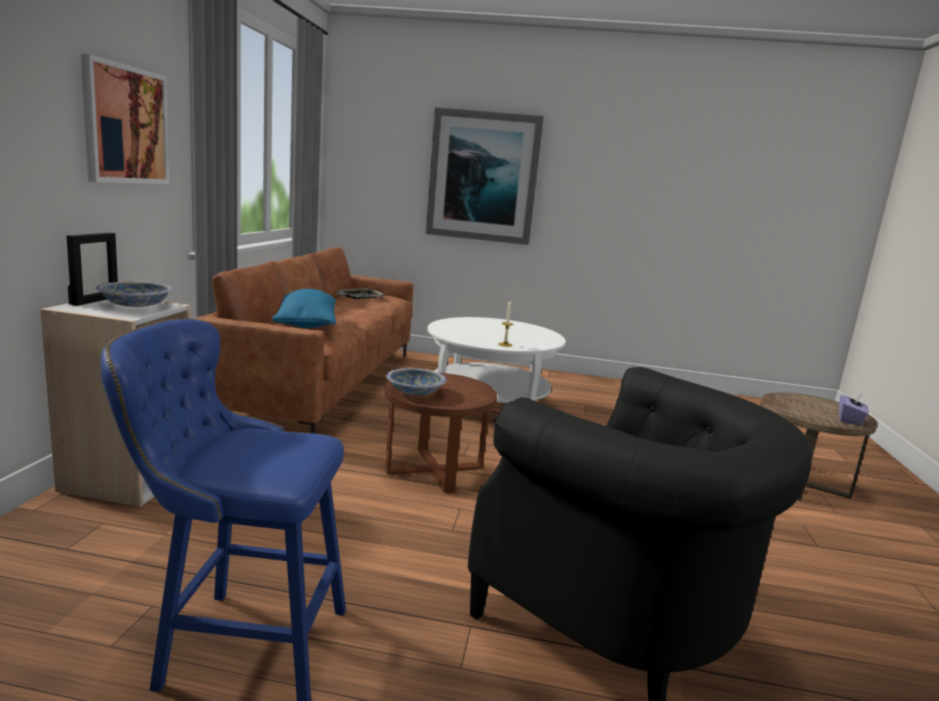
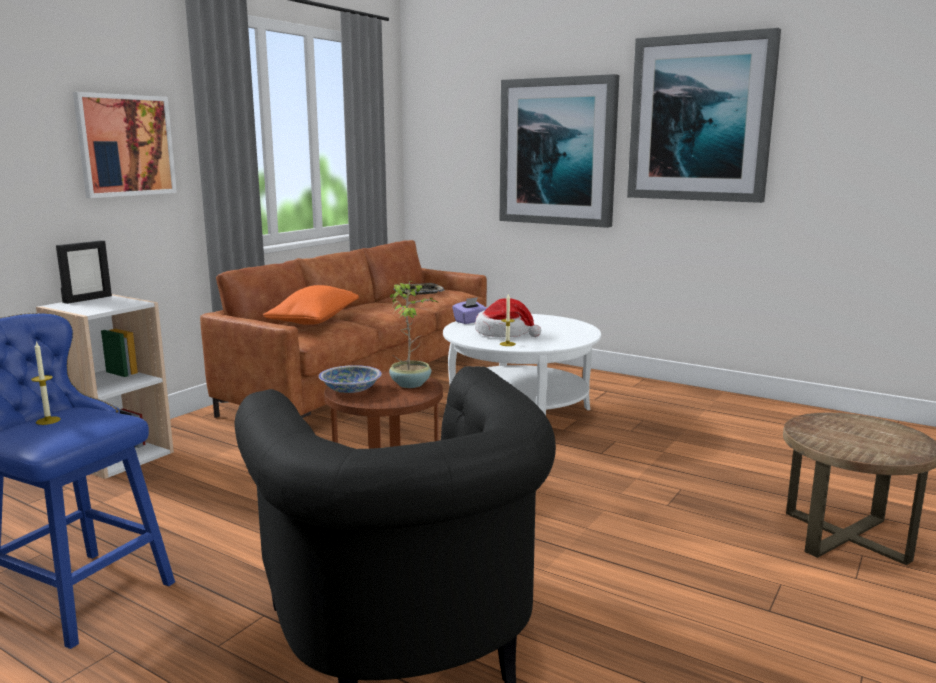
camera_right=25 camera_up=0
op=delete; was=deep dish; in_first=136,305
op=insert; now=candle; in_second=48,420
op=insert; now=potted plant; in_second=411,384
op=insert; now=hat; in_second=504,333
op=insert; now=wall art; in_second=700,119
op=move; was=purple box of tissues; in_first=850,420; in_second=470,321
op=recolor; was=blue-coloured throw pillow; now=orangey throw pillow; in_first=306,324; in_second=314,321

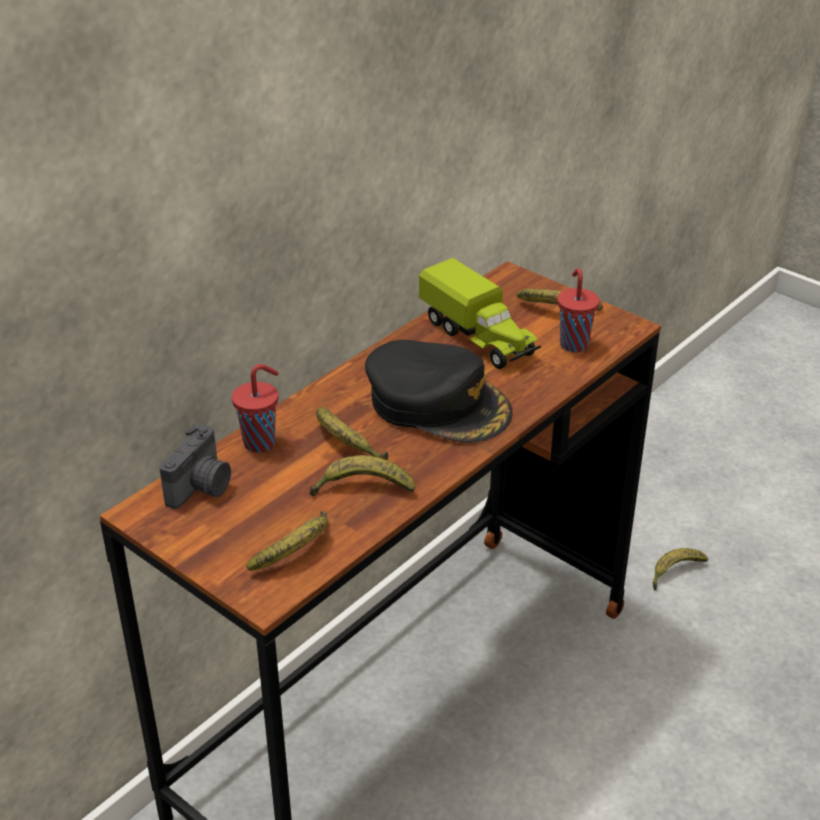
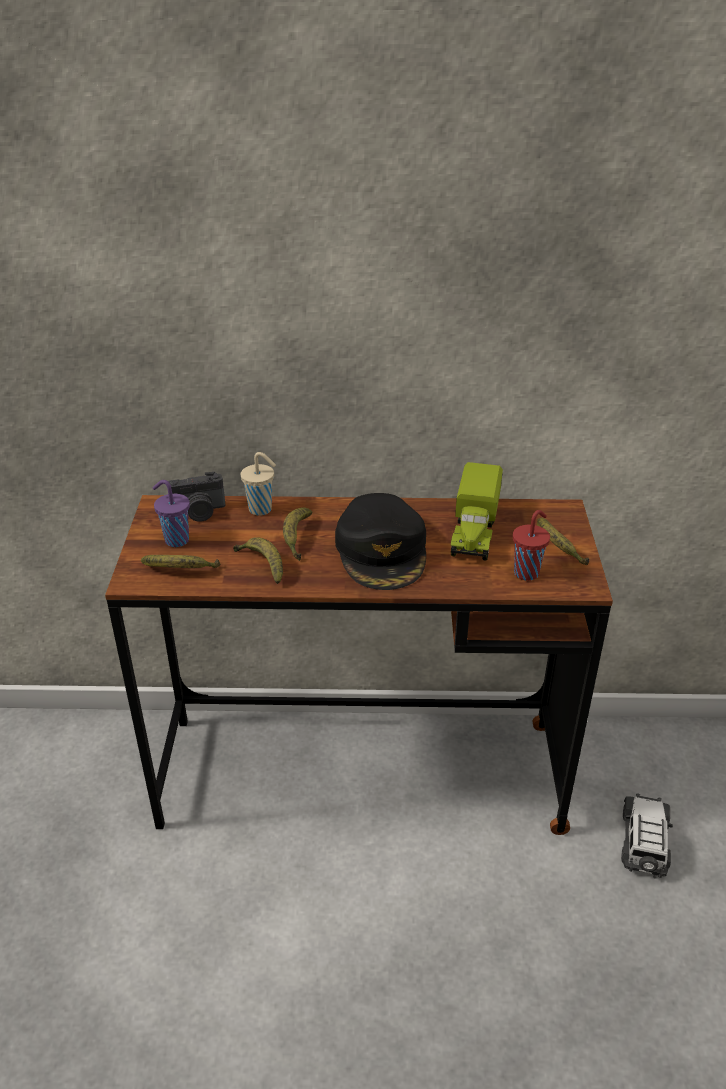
camera_right=50 camera_up=0
op=insert; now=purple cup; in_second=175,540
op=replace; was=whole banana; now=model car; in_first=674,572; in_second=643,843
op=recolor; was=red cup; now=sand-coloured cup; in_first=261,442; in_second=261,509

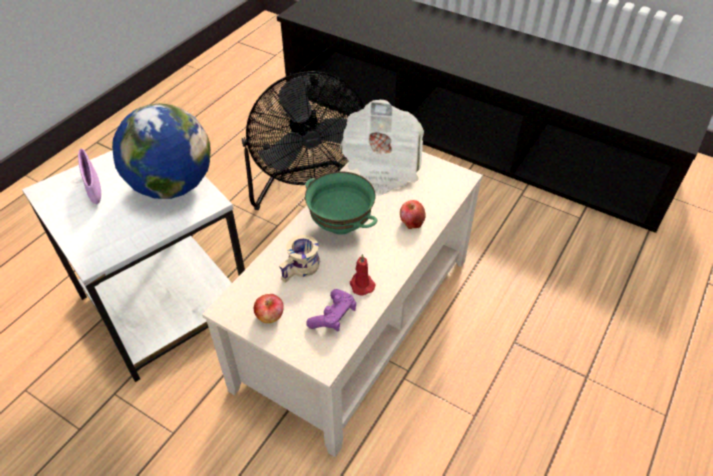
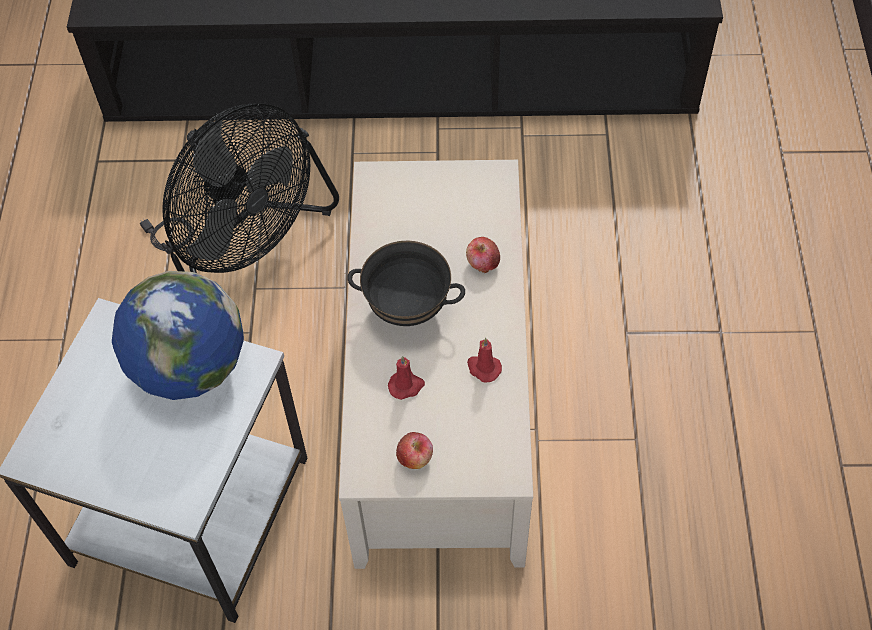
camera_right=-30 camera_up=10
op=delete; was=purple deep dish; in_first=94,189
op=delete; was=purple gamepad; in_first=333,316
op=delete; was=newspaper; in_first=381,167
op=replace; was=sand-coloured coffee mug; now=red candle; in_first=302,269; in_second=406,386
op=recolor; was=green-coloured deep dish; now=blackish deep dish; in_first=340,225; in_second=407,309

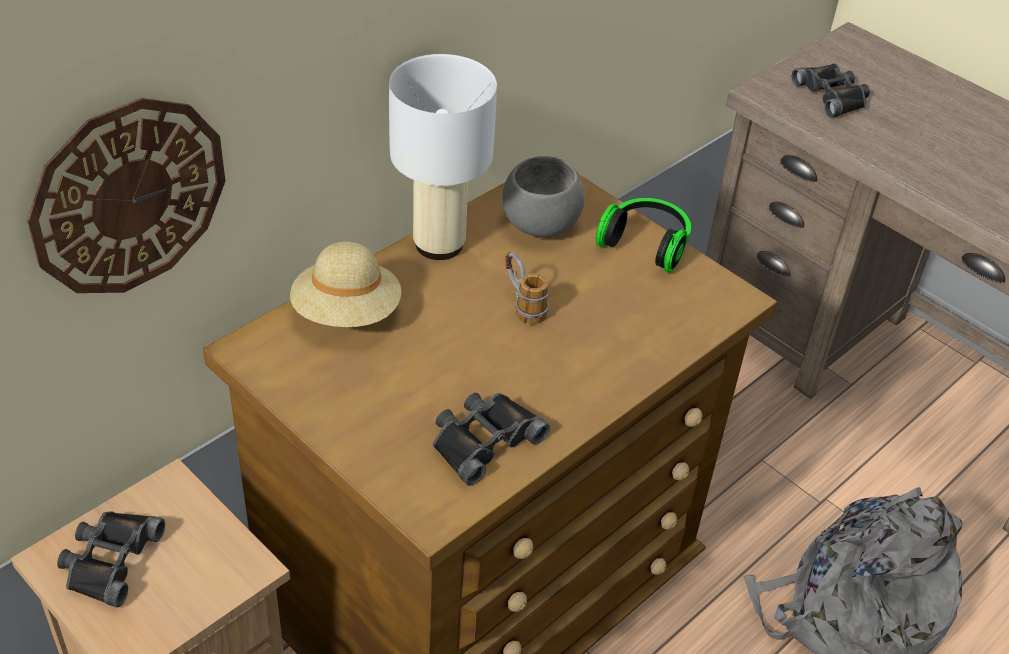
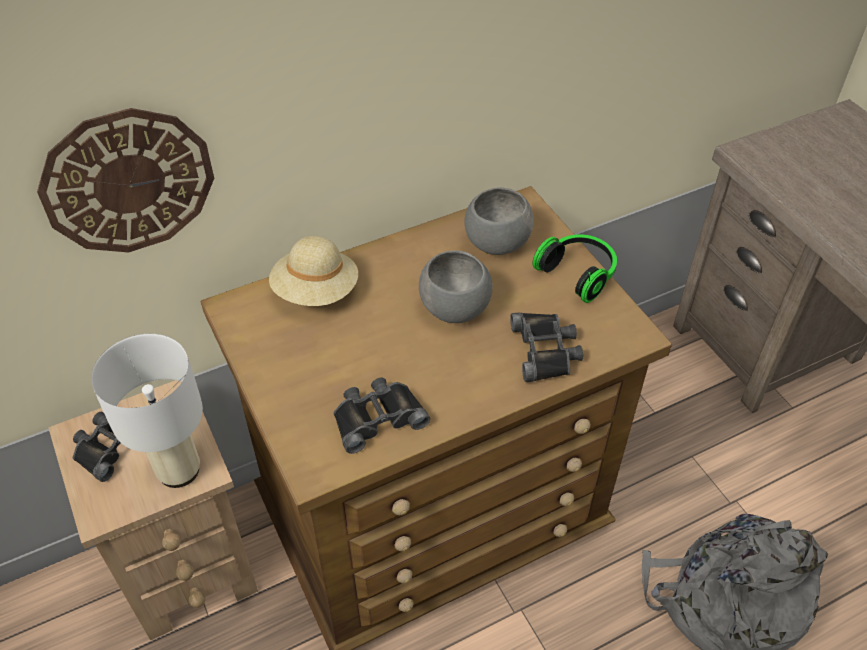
camera_right=20 camera_up=5
op=move; was=white-coloured tabletop lamp; in_first=437,244; in_second=177,470
op=move; was=blackish pair of binoculars; in_first=832,95; in_second=545,350
op=replace; was=coffee mug; now=gray deep dish; in_first=522,305; in_second=454,309

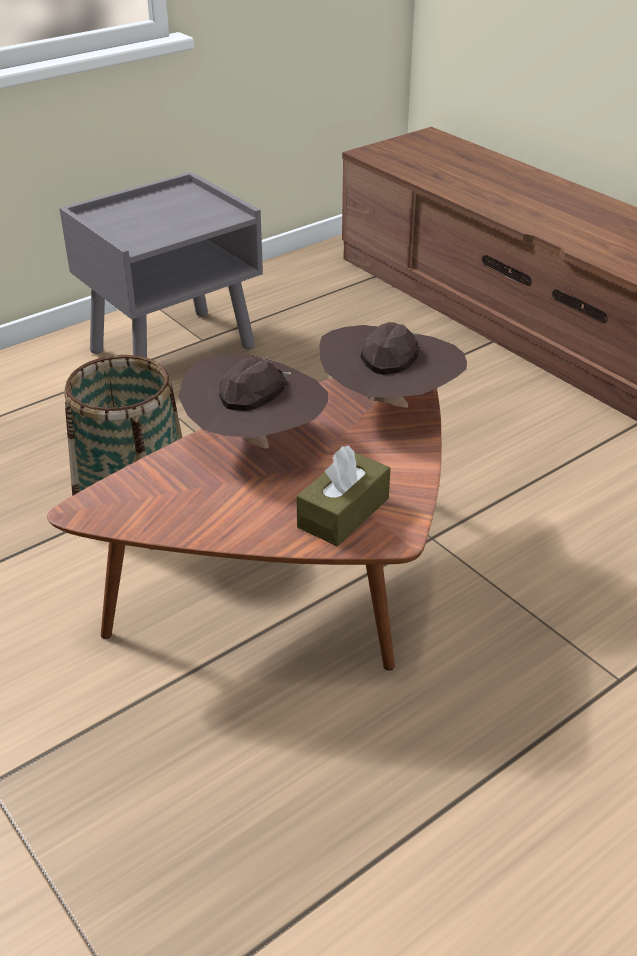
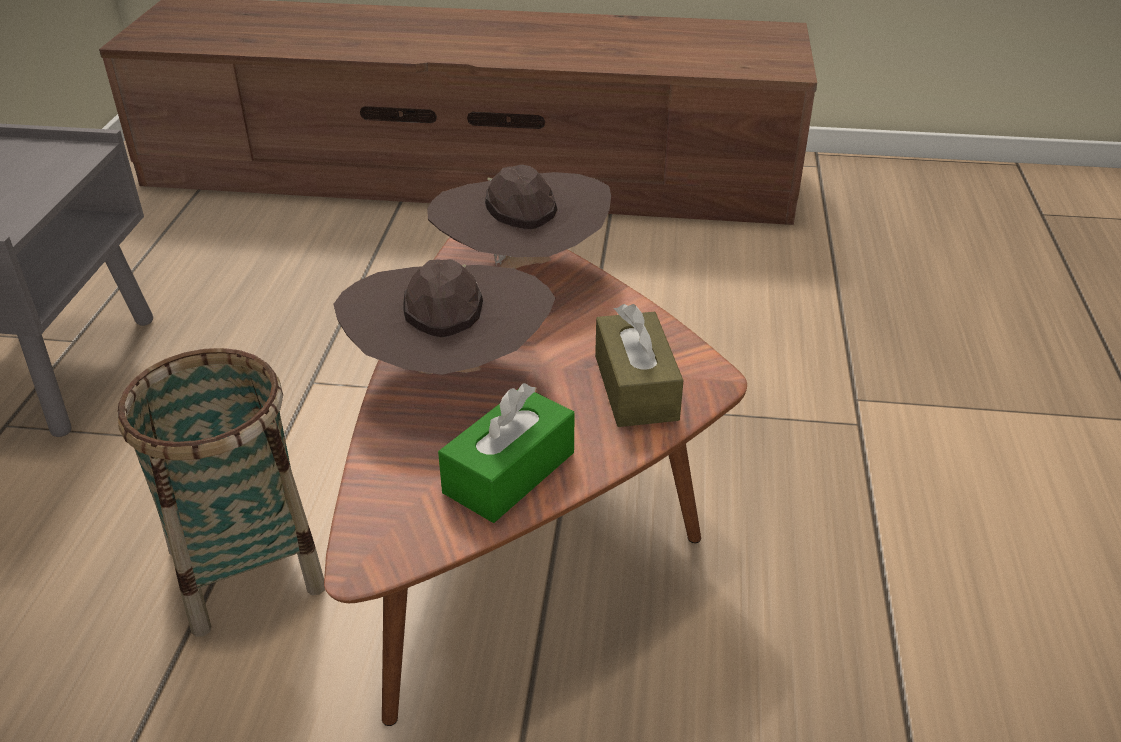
camera_right=-45 camera_up=0
op=insert; now=green-coloured box of tissues; in_second=509,472

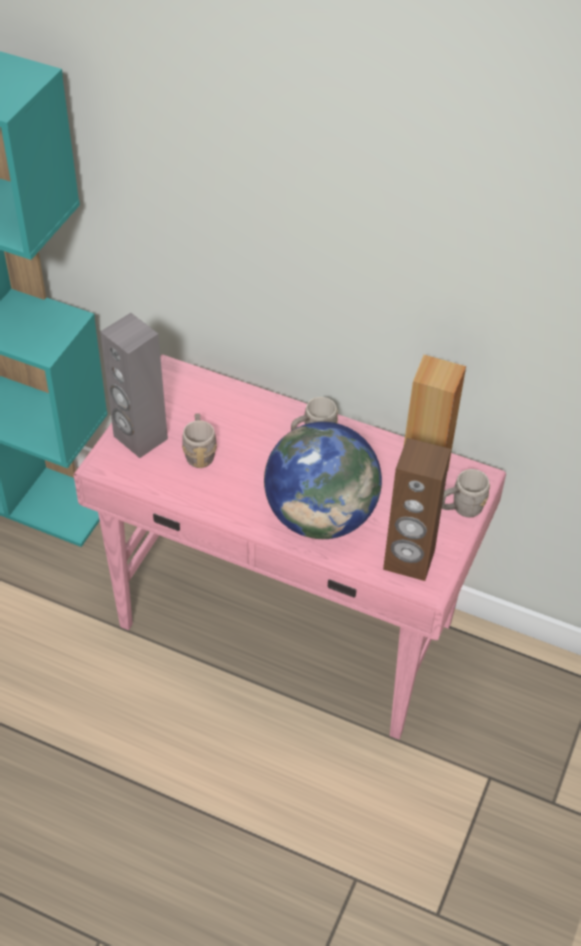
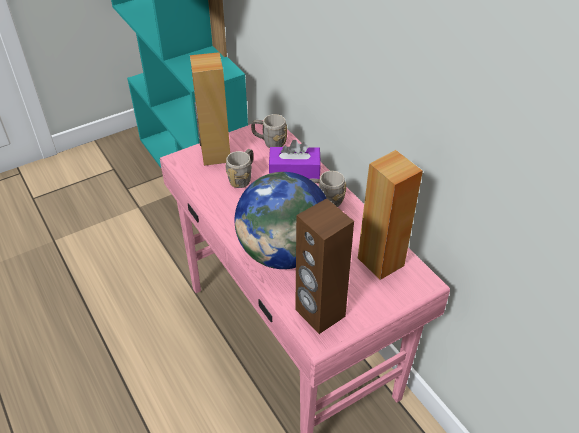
camera_right=35 camera_up=-5
op=insert; now=purple box of tissues; in_second=294,172
op=move; was=gray coffee mug; in_first=461,508; in_second=269,142
op=recolor; was=gray speaker; now=brownish speaker; in_first=140,438; in_second=215,154

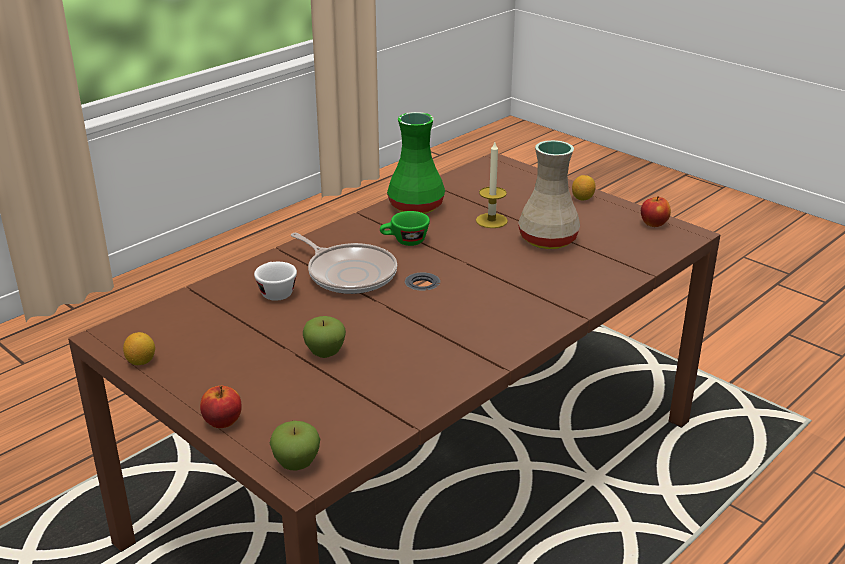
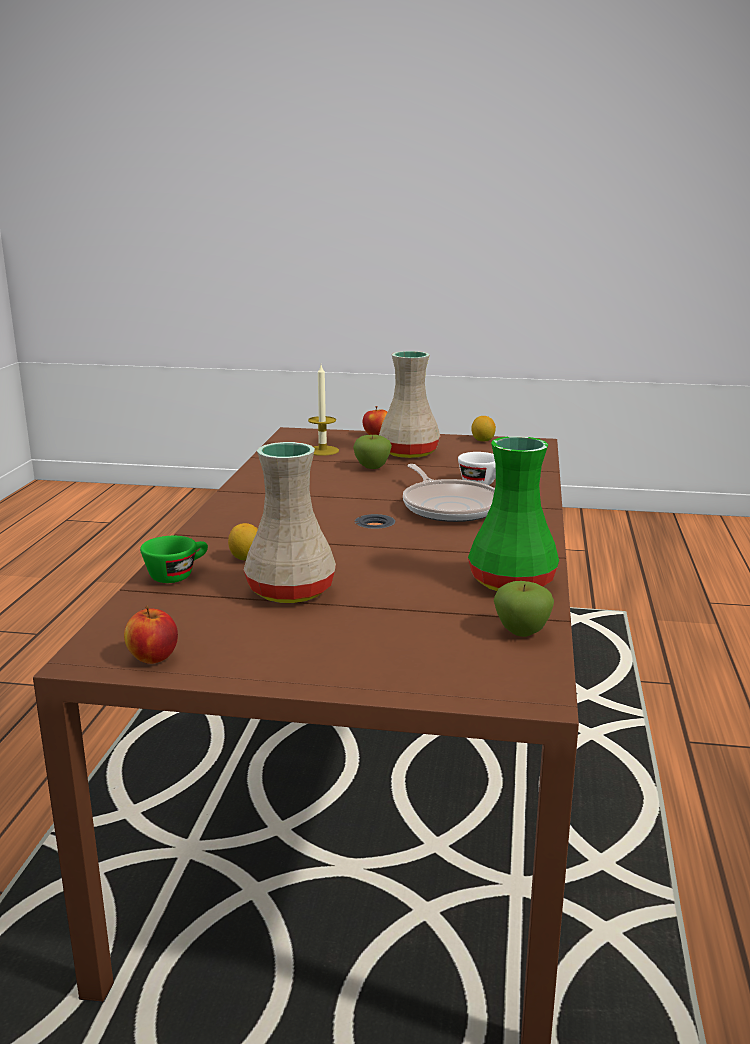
camera_right=145 camera_up=-10
op=insert; now=sand-coloured decorative vase; in_second=408,453
op=move; was=apple fruit; in_first=296,464; in_second=521,631
op=move; was=green-coloured cup; in_first=404,241; in_second=177,575
op=move; was=candle; in_first=491,220; in_second=322,451
op=move; was=lemon; in_first=582,198; in_second=246,558
op=rotate; was=skillet; in_first=349,273; in_second=449,507; clockwise=-120

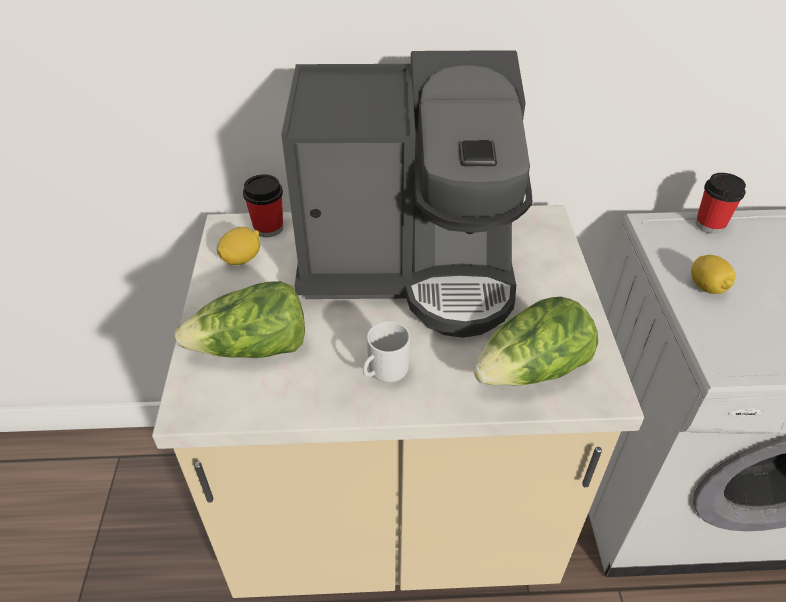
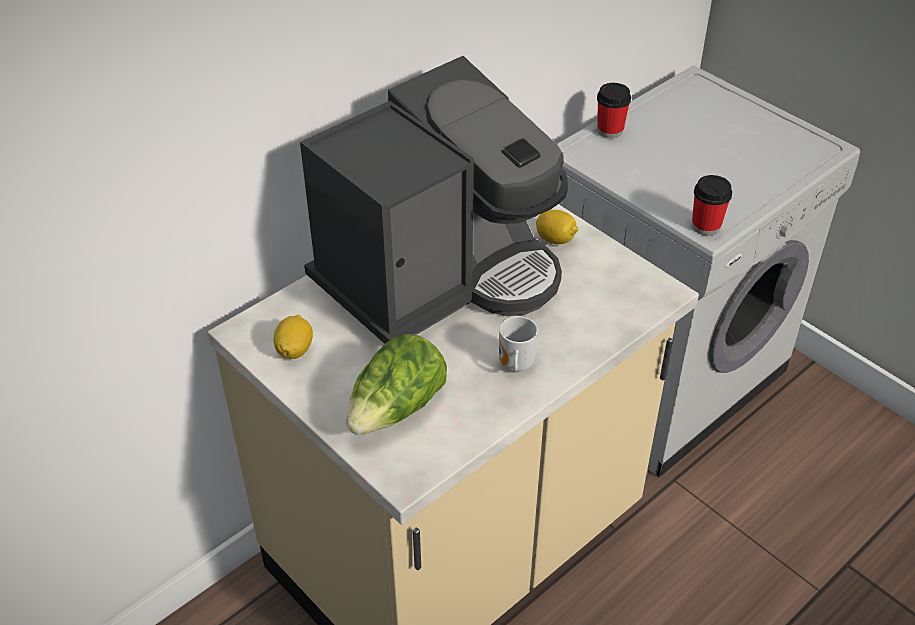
camera_right=-40 camera_up=0
op=delete; was=lettuce head; in_first=532,371
op=move; was=cup; in_first=268,228; in_second=706,226
op=move; was=lemon; in_first=707,287; in_second=555,239

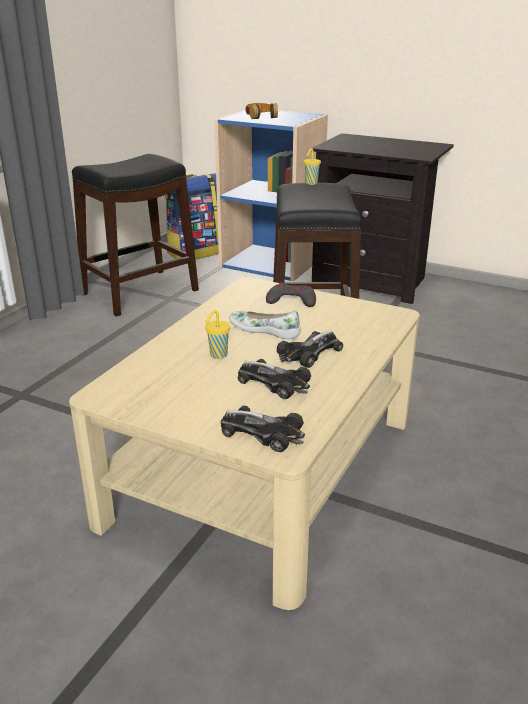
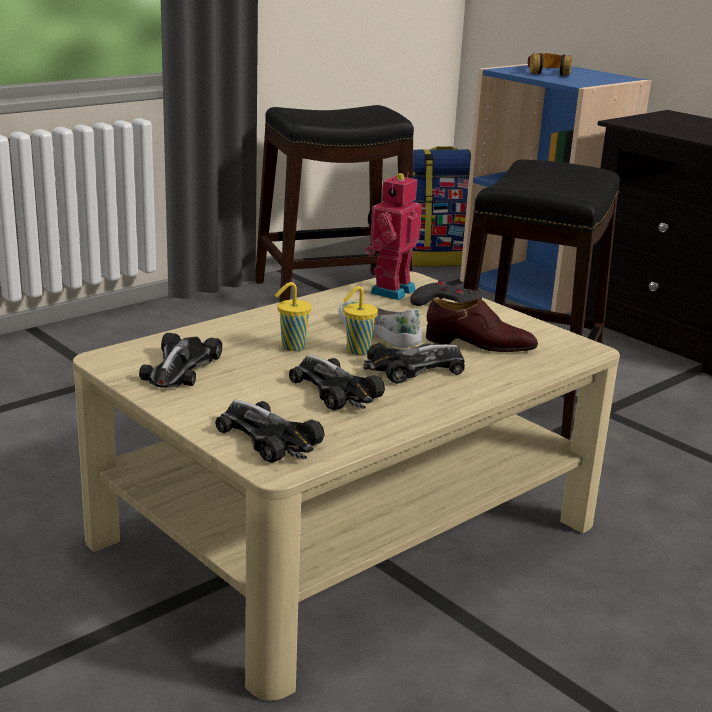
camera_right=20 camera_up=-5
op=insert; now=model car; in_second=180,368
op=insert; now=model robot; in_second=390,291
op=insert; now=brownish low shoe; in_second=480,345
op=move; was=yellow-coloured cup; in_first=310,184; in_second=357,351

